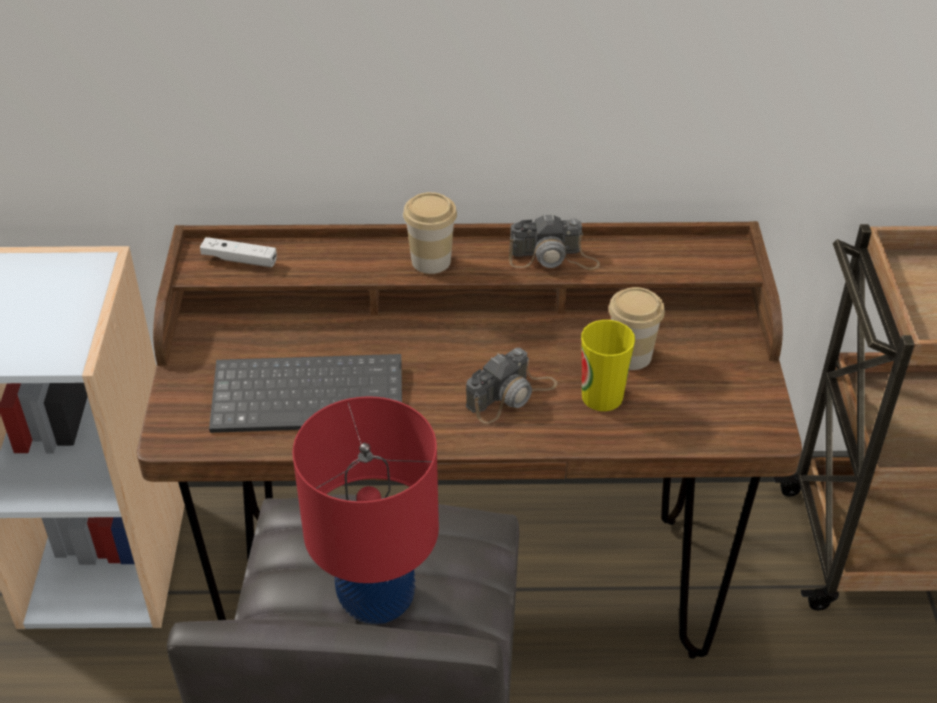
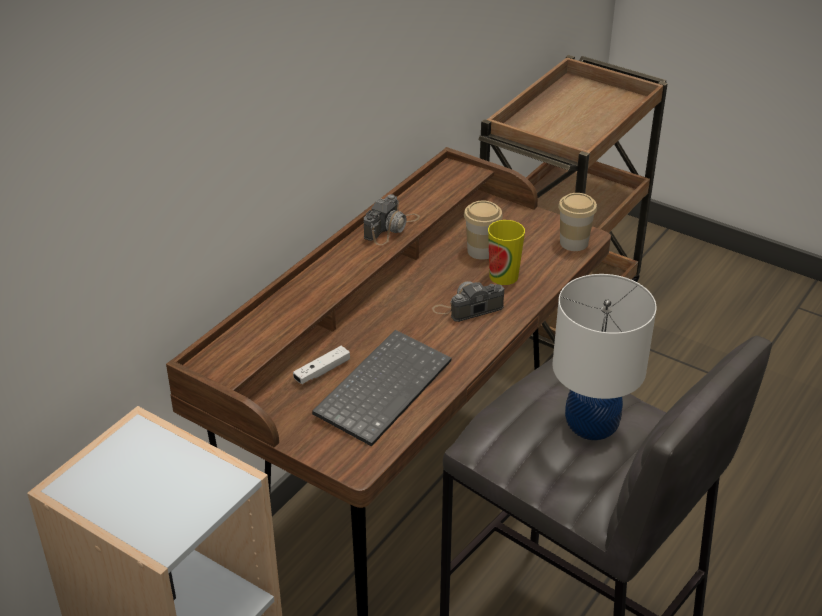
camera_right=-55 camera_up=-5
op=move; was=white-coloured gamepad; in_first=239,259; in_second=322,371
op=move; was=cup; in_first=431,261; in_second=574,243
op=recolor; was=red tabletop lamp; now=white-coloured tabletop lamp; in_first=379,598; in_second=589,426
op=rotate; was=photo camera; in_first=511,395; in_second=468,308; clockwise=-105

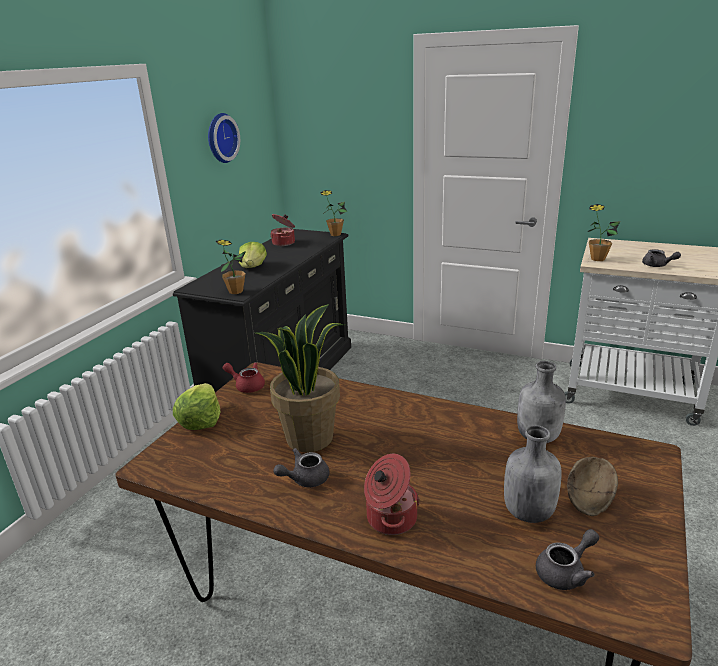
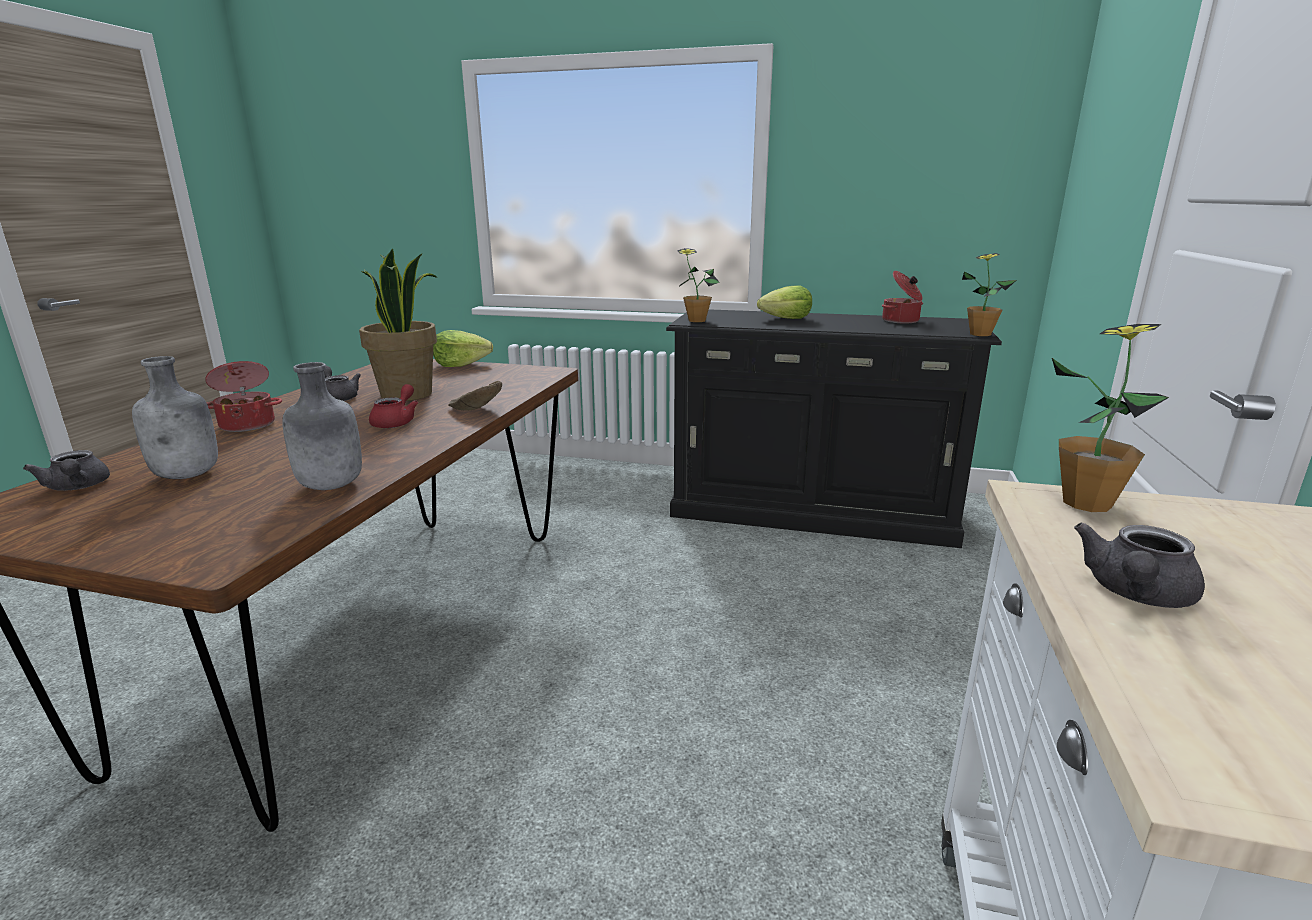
camera_right=80 camera_up=-5
op=delete; was=clock on the wall; in_first=220,138
op=move; was=red teapot; in_first=247,385; in_second=396,422
op=move; was=brownish deep dish; in_first=588,499; in_second=475,409

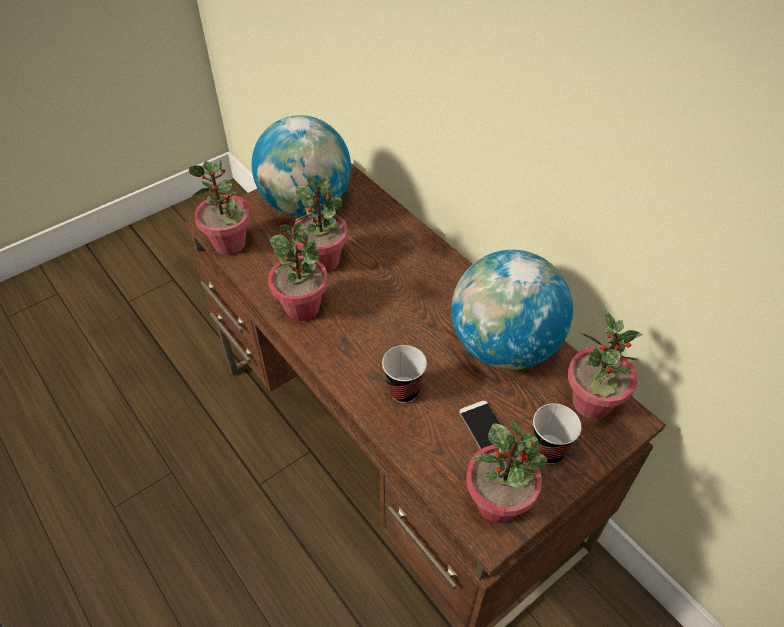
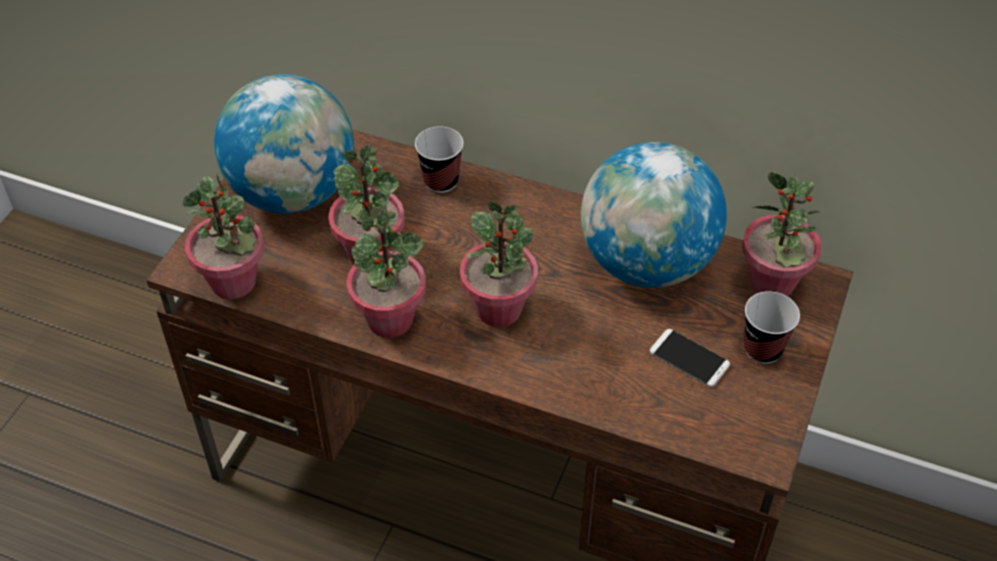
camera_right=-30 camera_up=0
op=move; was=cup; in_first=403,390; in_second=441,181
op=move; was=potted plant; in_first=498,503; in_second=499,309

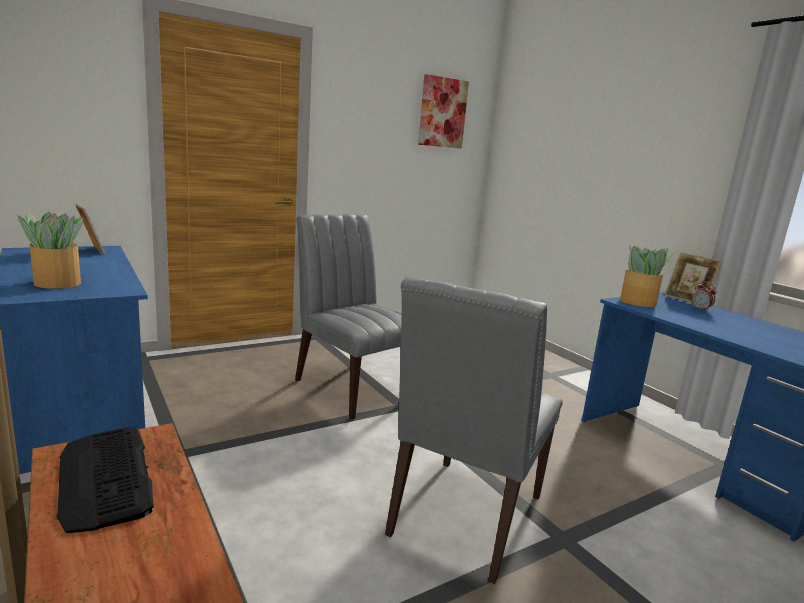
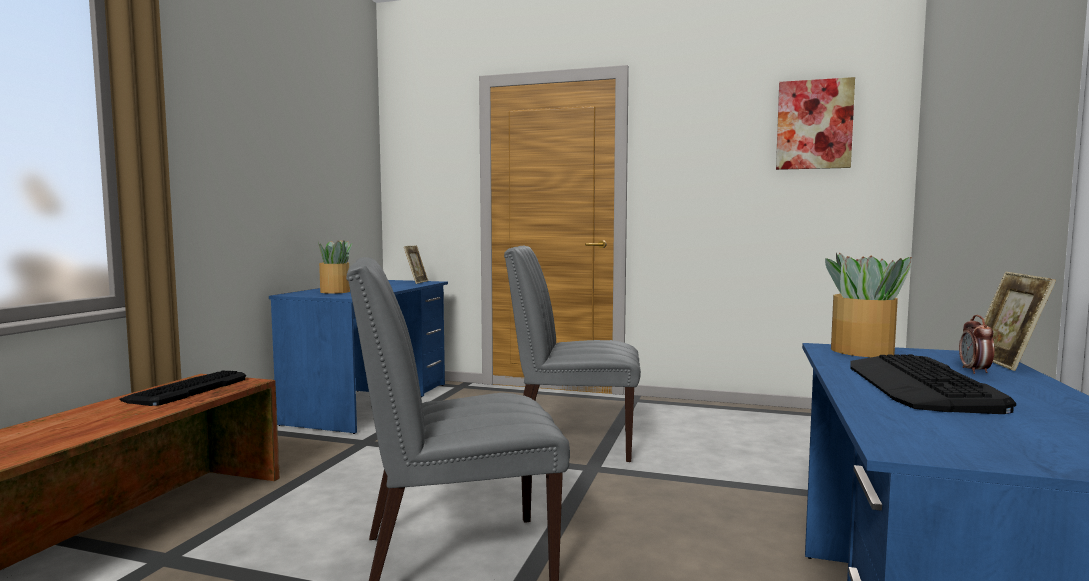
camera_right=50 camera_up=-10
op=insert; now=keyboard; in_second=919,385
op=rotate; was=gray plain chair; in_first=353,390; in_second=573,443; clockwise=-90

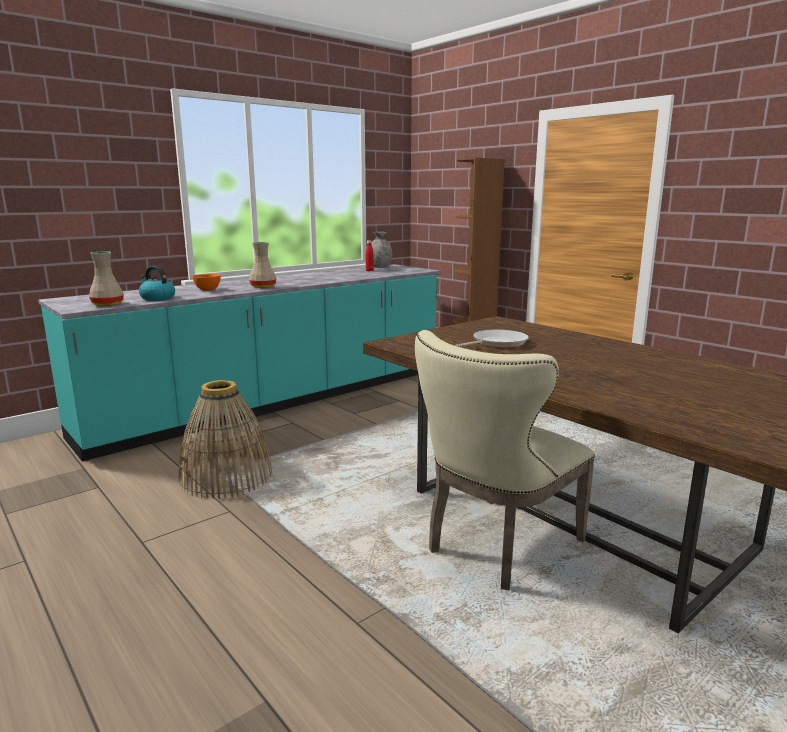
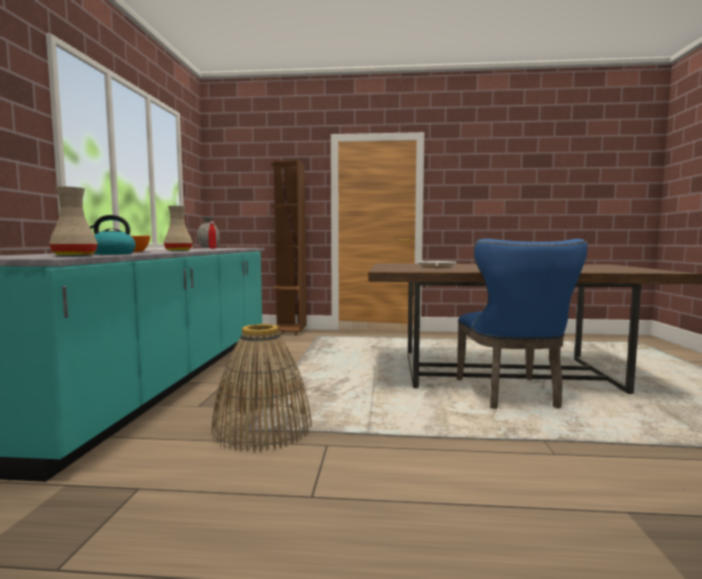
camera_right=-45 camera_up=-10
op=recolor; was=sand-coloured plain chair; now=blue-coloured plain chair; in_first=497,548; in_second=511,395

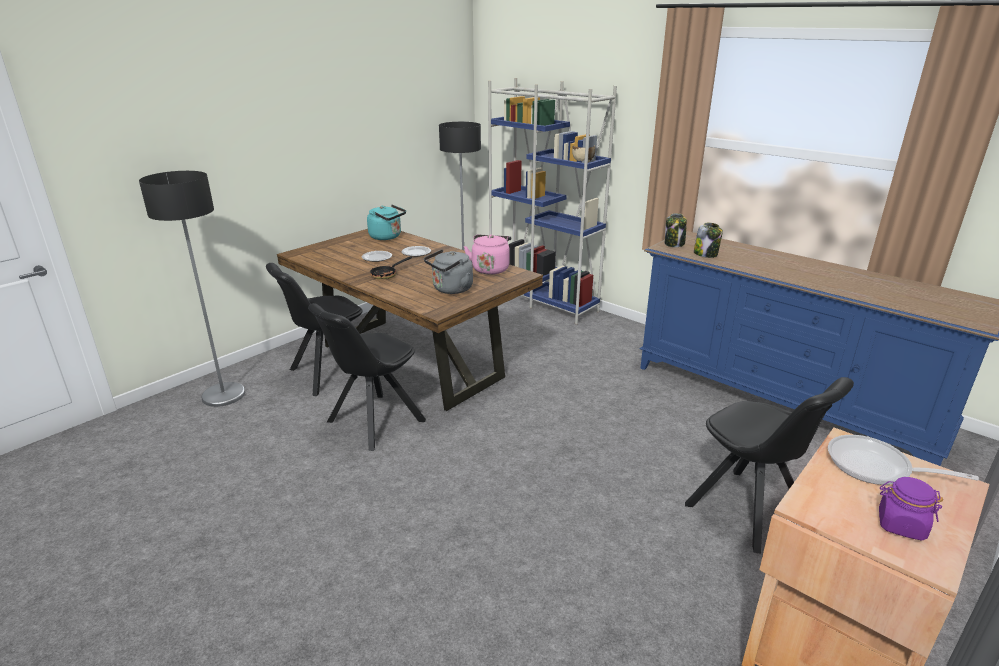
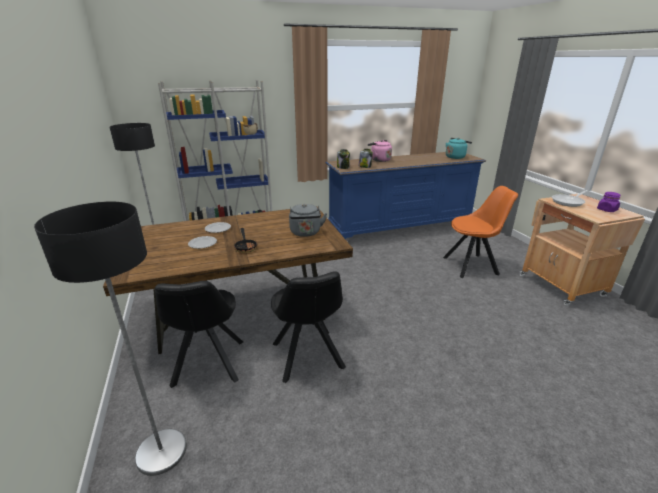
camera_right=-60 camera_up=0
op=move; was=turquoise-coloured water kettle; in_first=387,237; in_second=456,157
op=move; was=pink-coloured water kettle; in_first=490,269; in_second=379,160
op=recolor; was=blackish plain chair; now=orangey plain chair; in_first=748,510; in_second=471,265

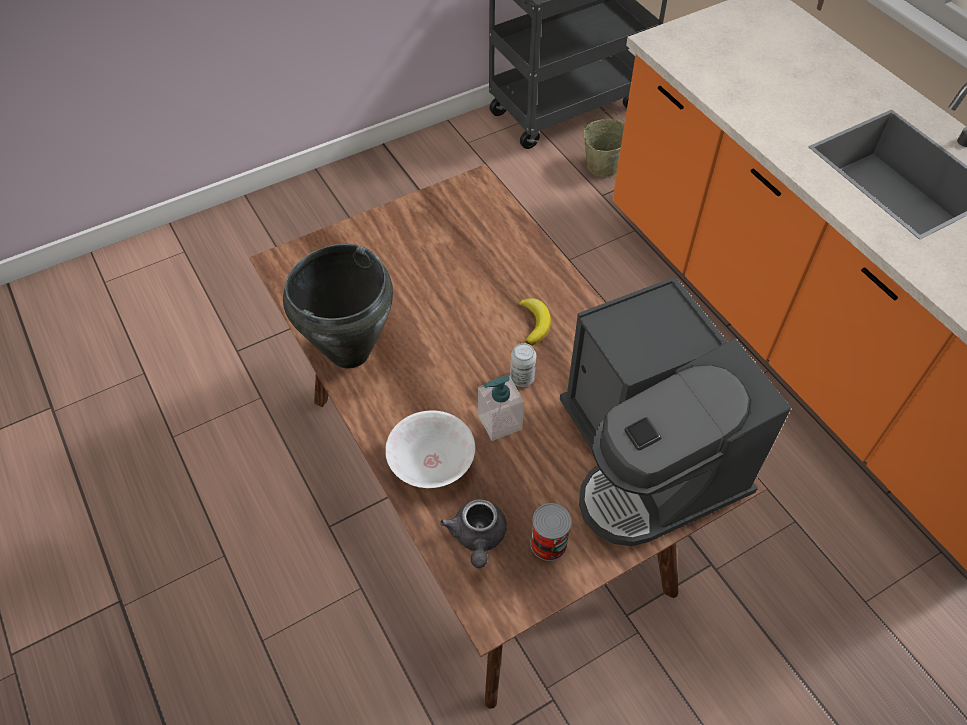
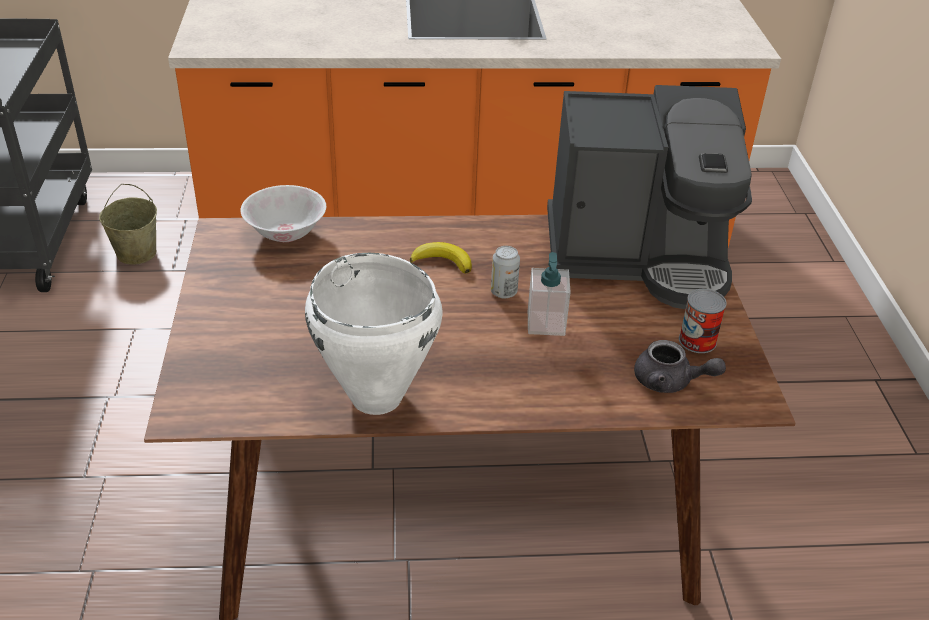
camera_right=-65 camera_up=-15
op=move; was=white-coloured deep dish; in_first=432,464; in_second=286,233
op=recolor; was=blackish cooking pot; now=white-coloured cooking pot; in_first=348,352; in_second=376,398

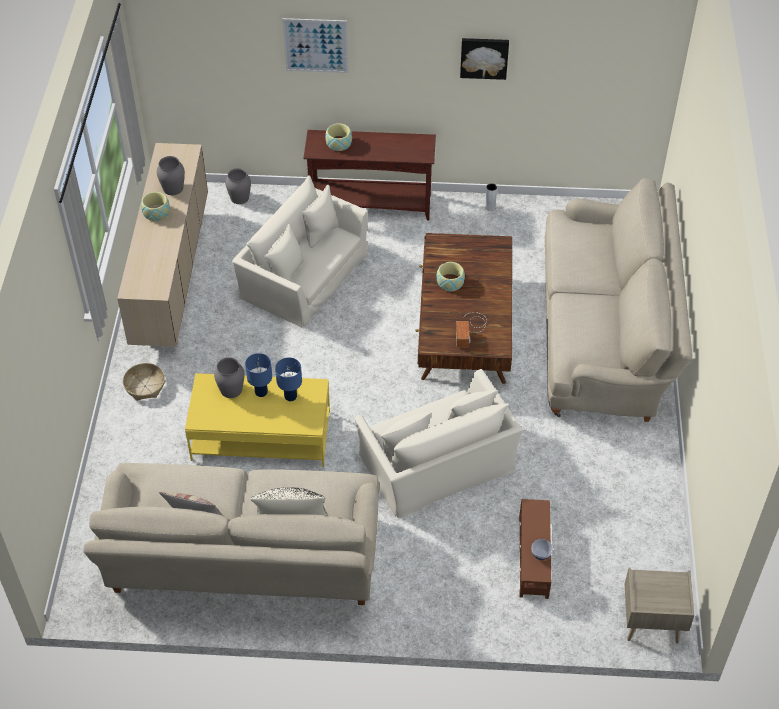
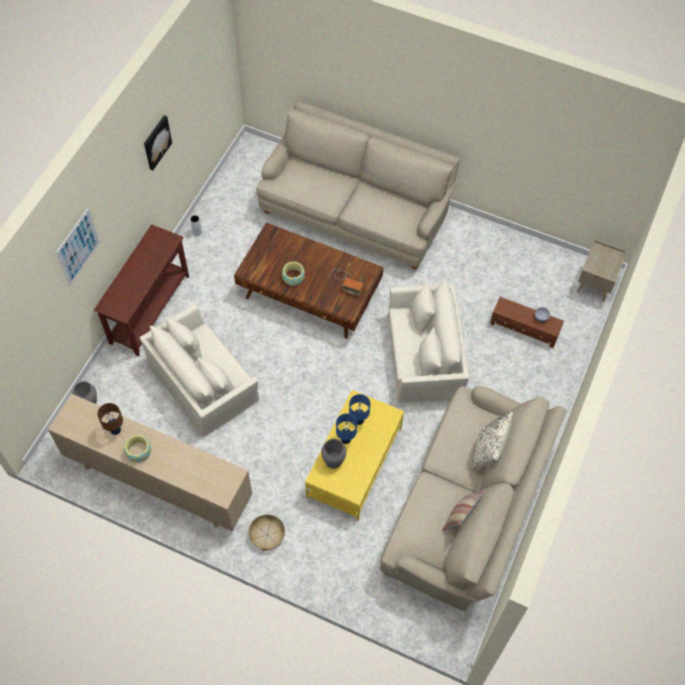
camera_right=-70 camera_up=10
op=delete; was=deep dish; in_first=338,143
op=replace; was=gray decorative vase; now=brownish tabletop lamp; in_first=173,188; in_second=115,430

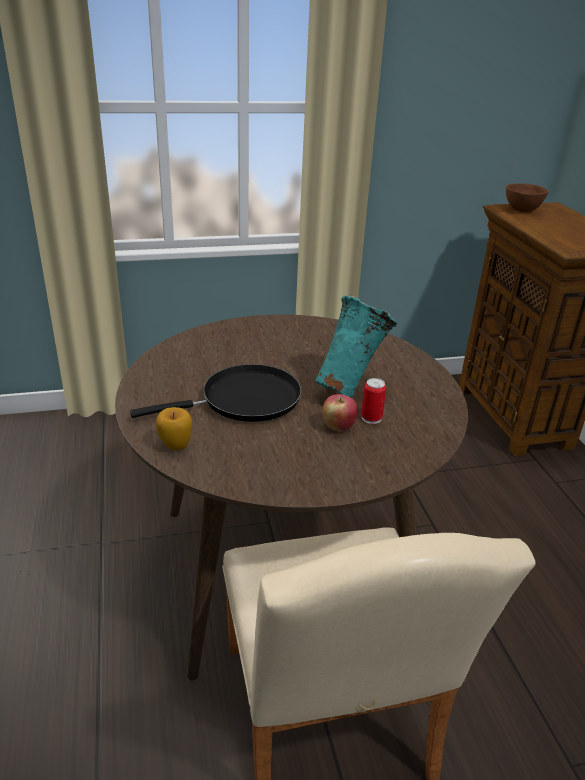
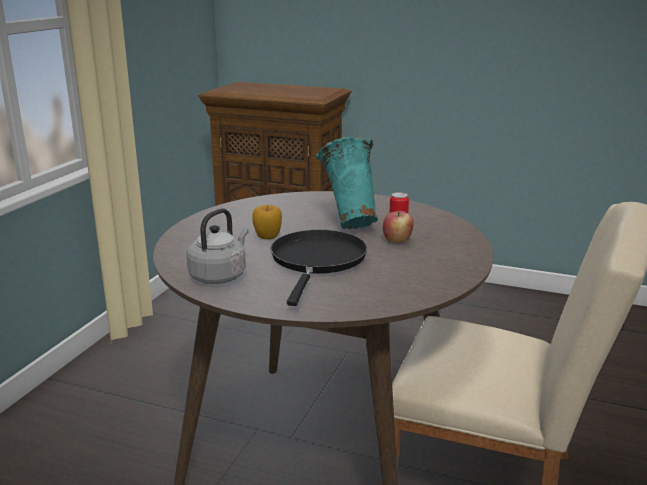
camera_right=-55 camera_up=-10
op=delete; was=brownish deep dish; in_first=521,210
op=insert; now=gray water kettle; in_second=220,276
op=move; was=apple fruit; in_first=175,445; in_second=267,238

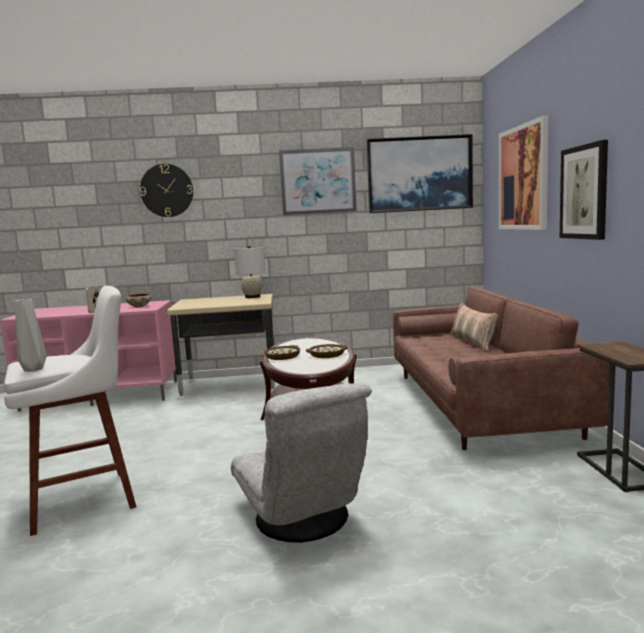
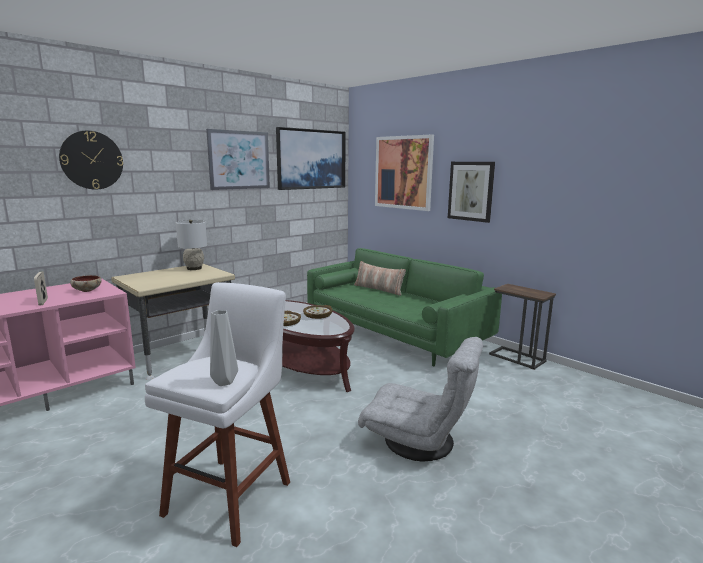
camera_right=-40 camera_up=5
op=recolor; was=brownish sofa; now=green-coloured sofa; in_first=479,403; in_second=395,332

